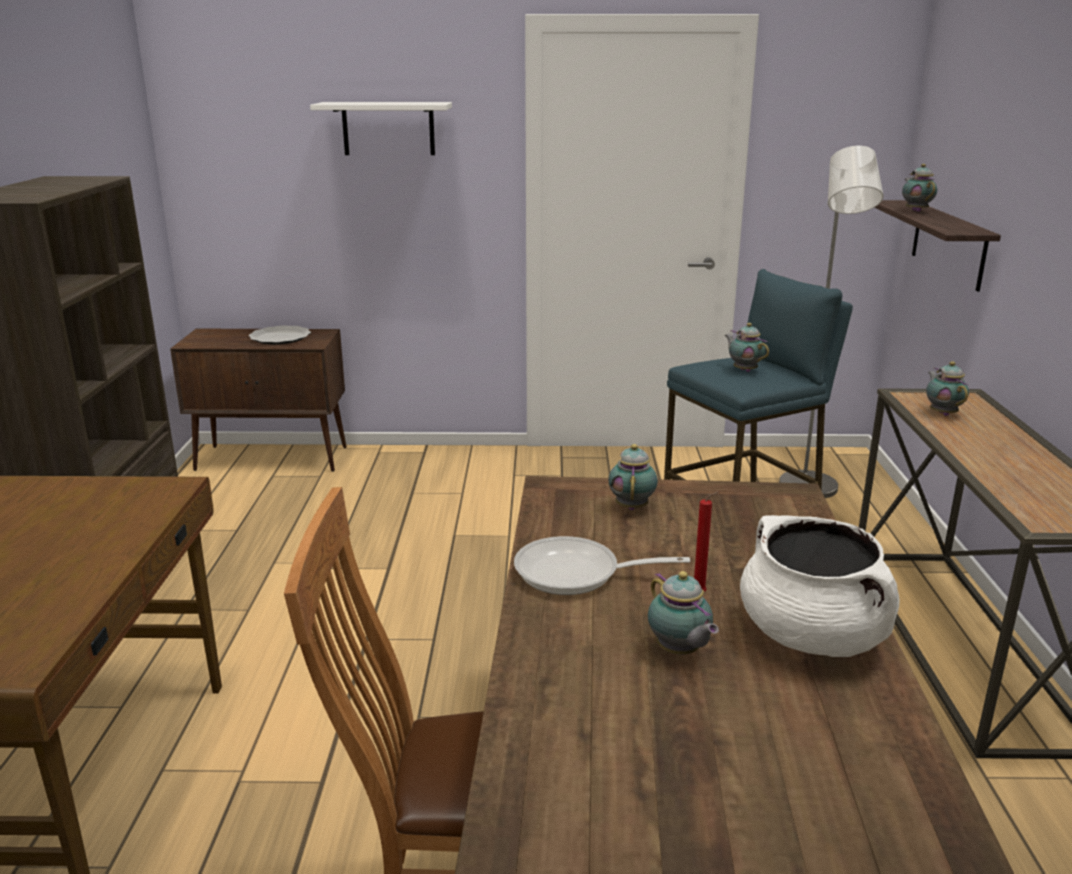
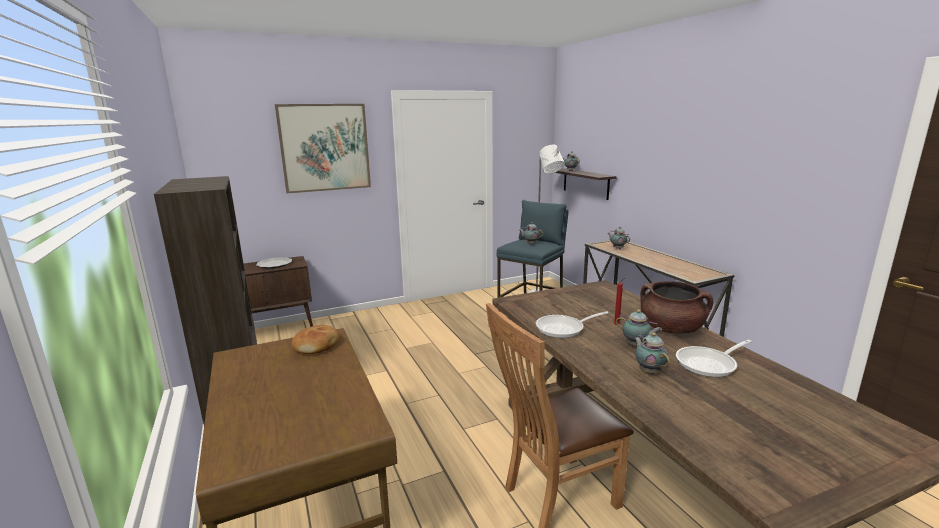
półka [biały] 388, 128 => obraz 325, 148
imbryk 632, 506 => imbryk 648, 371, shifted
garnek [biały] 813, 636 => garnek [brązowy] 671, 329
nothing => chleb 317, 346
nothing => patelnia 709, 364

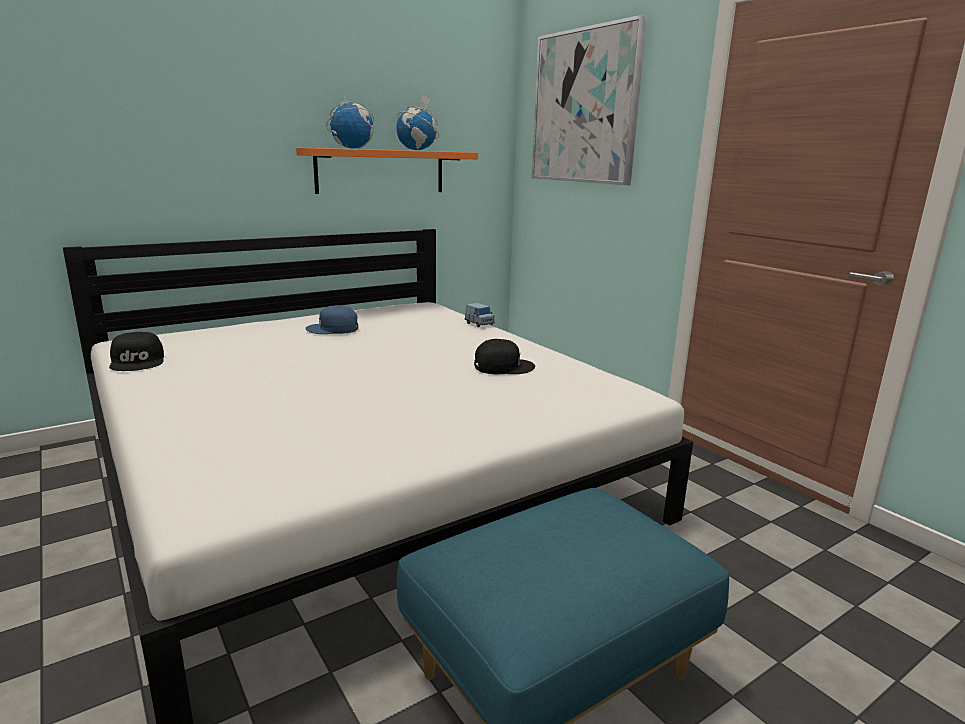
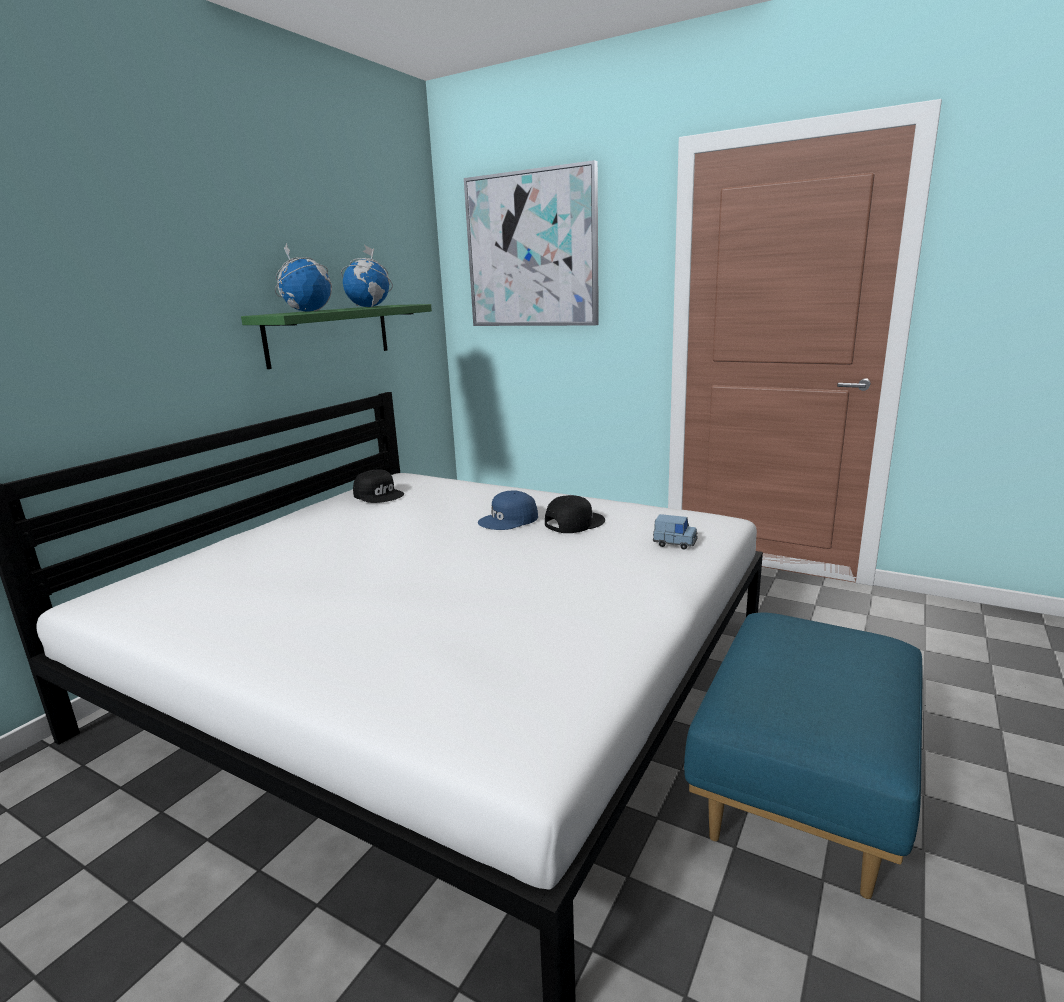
czapka z daszkiem [czarny] 138, 361 => czapka z daszkiem [czarny] 379, 495, shifted
półka [pomarańczowy] 381, 171 => półka [zielony] 329, 334
czapka z daszkiem [niebieski] 333, 329 => czapka z daszkiem [niebieski] 509, 520, shifted
samochodzik [niebieski] 479, 324 => samochodzik [niebieski] 675, 543, shifted

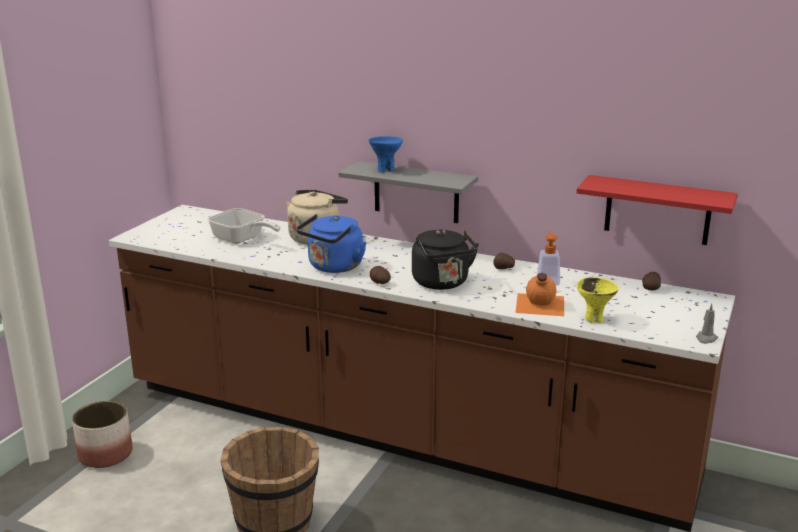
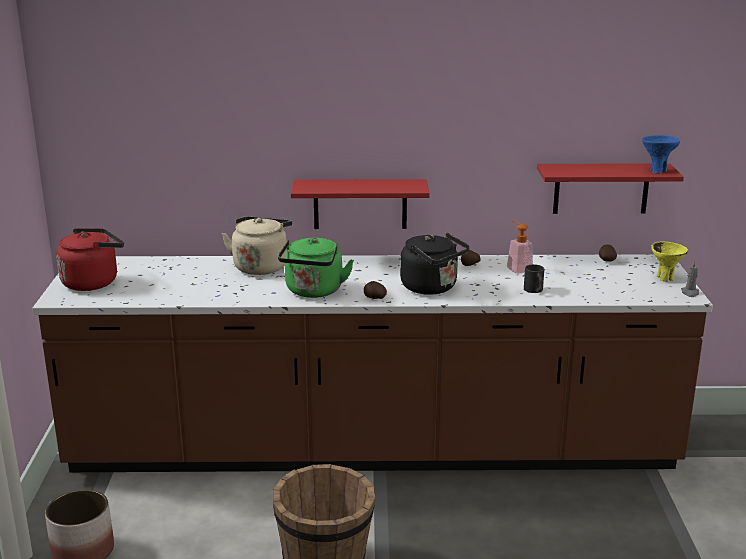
patelnia 242, 239 => nothing
czajnik [niebieski] 333, 267 => czajnik [zielony] 313, 292
półka [szary] 416, 192 => półka [czerwony] 360, 204
miska [niebieski] 385, 170 => miska [niebieski] 657, 171, shifted
butelka [pomarańczowy] 539, 304 => kubek [czarny] 535, 290
miska [żółty] 594, 318 => miska [żółty] 665, 278, shifted
nothing => czajnik [czerwony] 93, 282

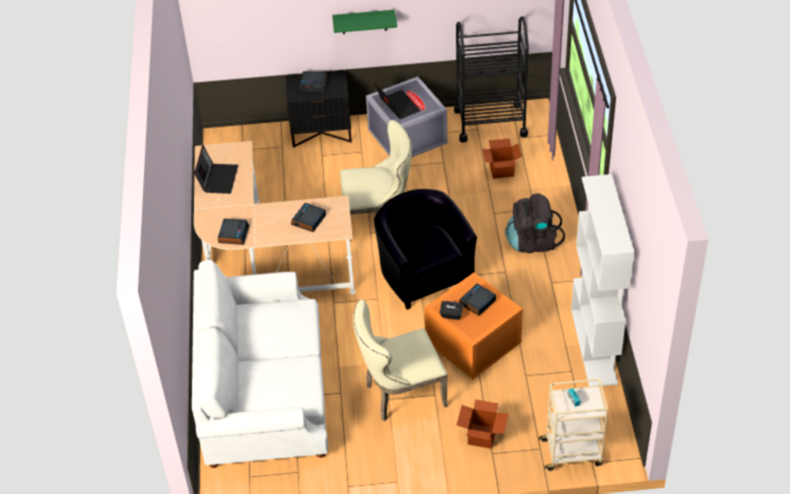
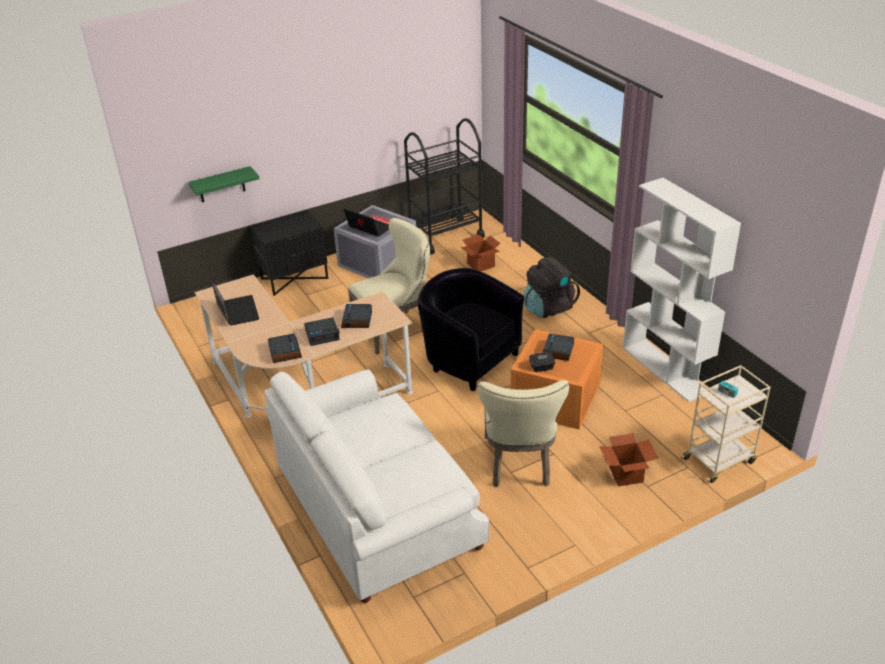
budzik 314, 84 => budzik 322, 334, shifted
półka [zielony] 364, 22 => półka [zielony] 221, 185, shifted
krzesło [beżowy] 400, 395 => krzesło [beżowy] 519, 464, 45 degrees counterclockwise

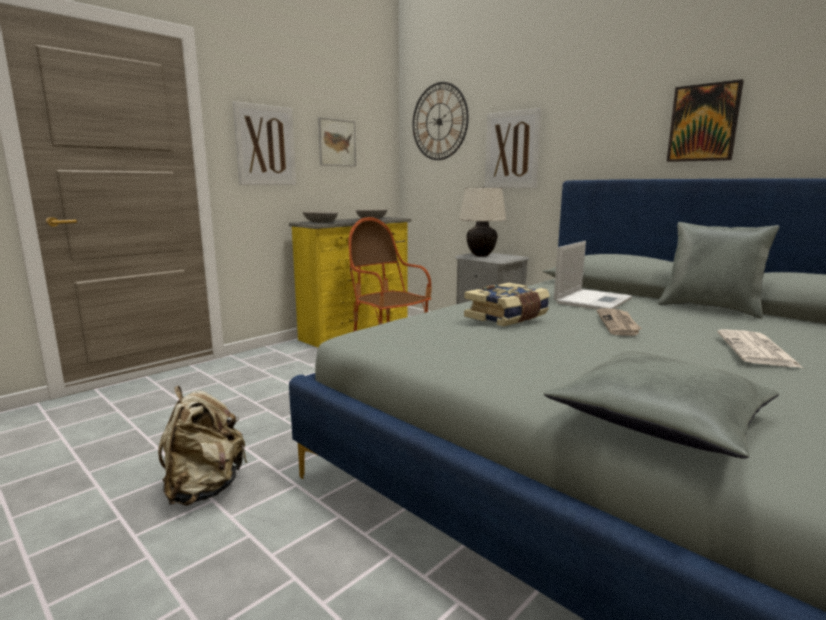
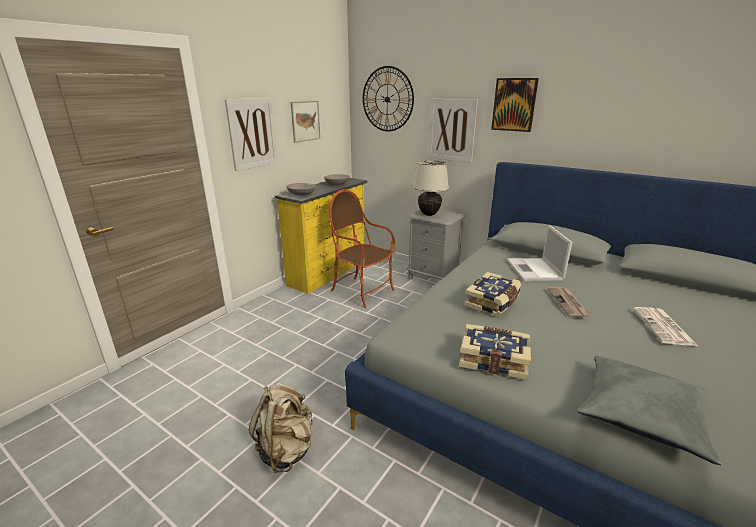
laptop 593, 300 => laptop 535, 270, 150 degrees clockwise
poduszka [szary] 710, 309 => nothing
obraz 703, 123 => obraz 514, 104, shifted
nothing => książka 493, 359

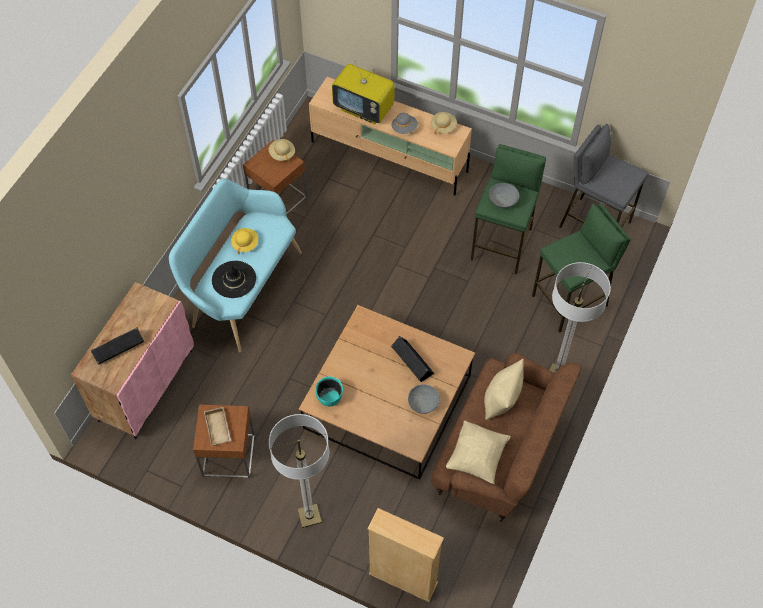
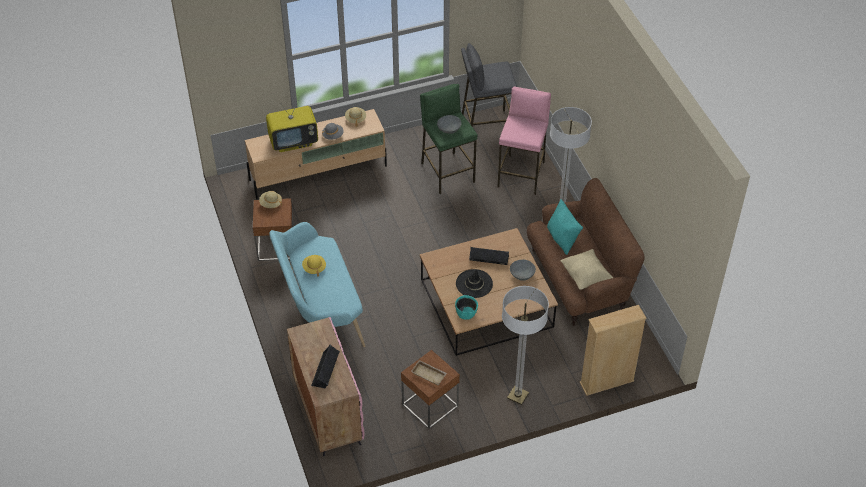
kapelusz [czarny] 234, 279 => kapelusz [czarny] 474, 284, shifted
poduszka [beżowy] 501, 400 => poduszka [turkusowy] 562, 239
stołek [zielony] 570, 301 => stołek [różowy] 522, 174

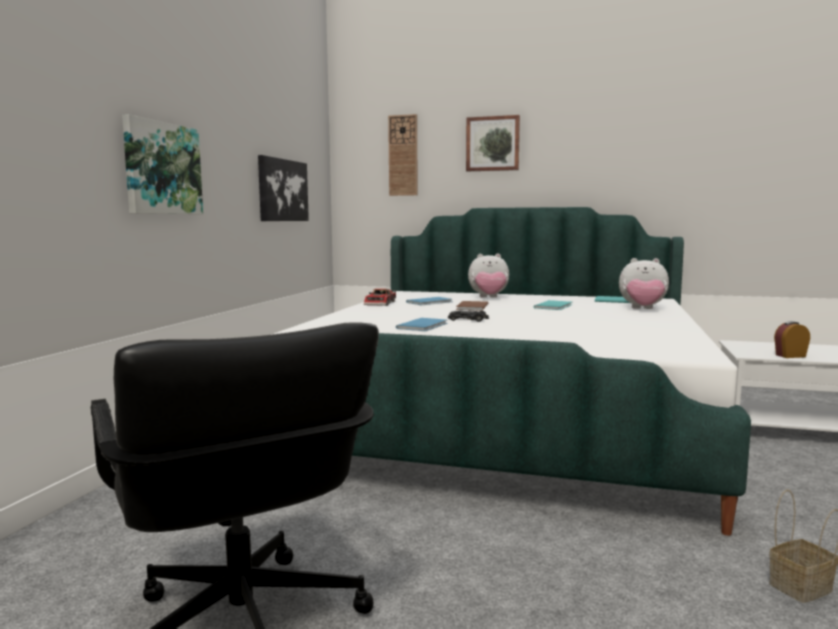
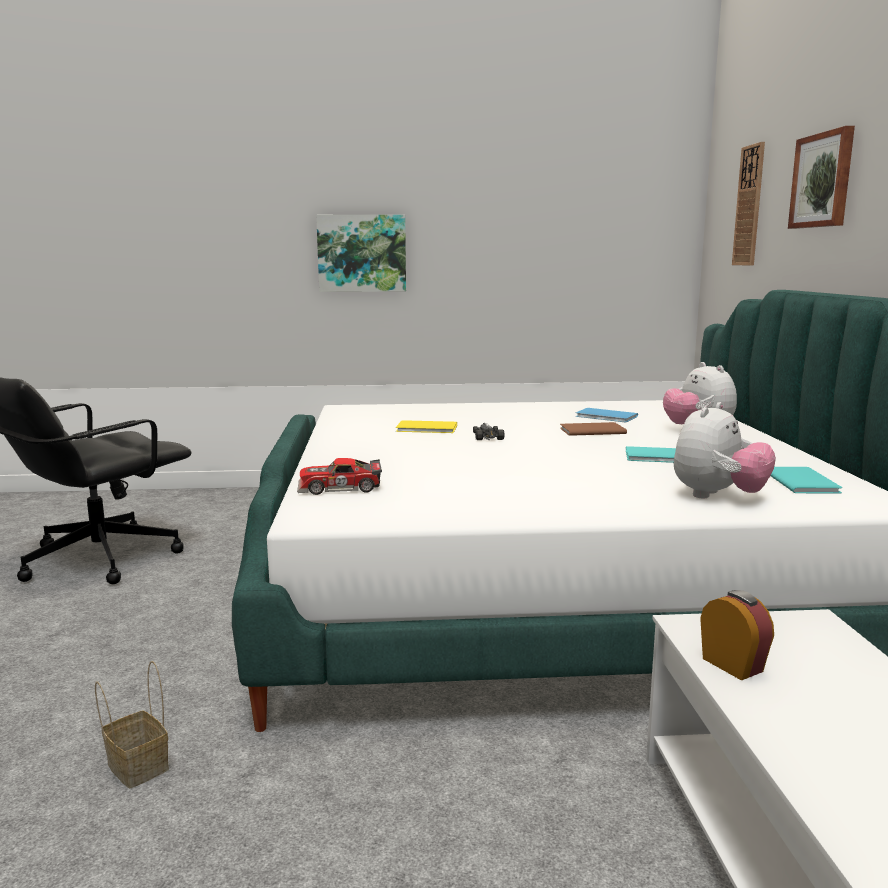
obraz 282, 190 => nothing
samochodzik 381, 303 => samochodzik 340, 488, shifted
książka [niebieski] 424, 326 => książka [żółty] 428, 428
pluszak 642, 309 => pluszak 717, 496, 135 degrees counterclockwise

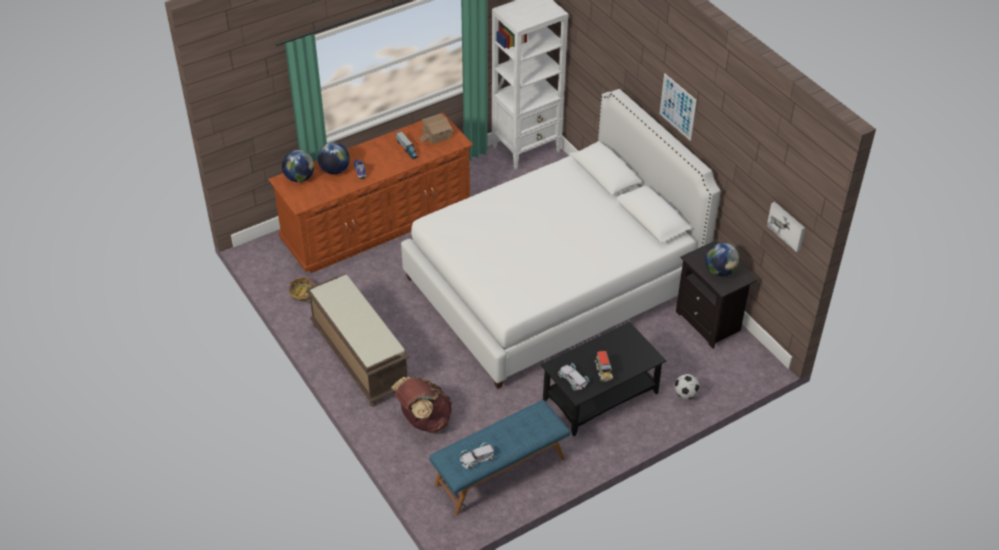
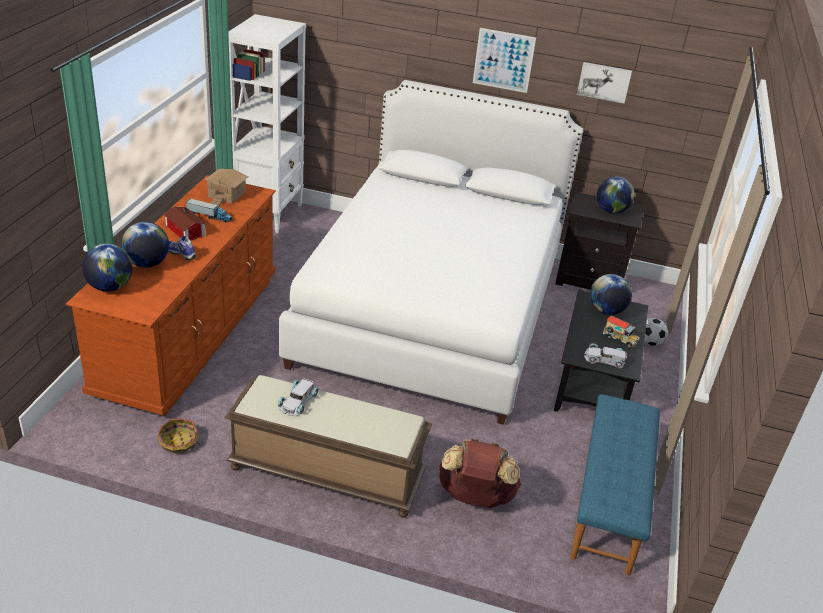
samochodzik [biały] 476, 457 => samochodzik [biały] 297, 401, shifted
obraz 787, 226 => obraz 604, 82, shifted
nothing => domek 185, 231
nothing => globus 606, 311

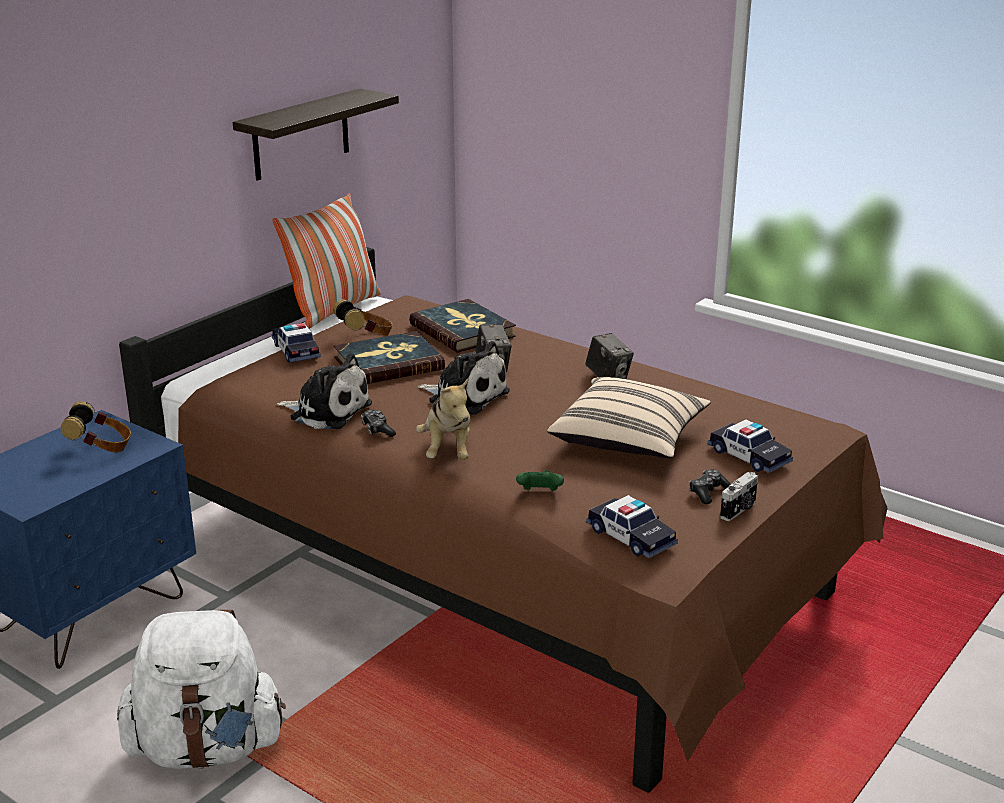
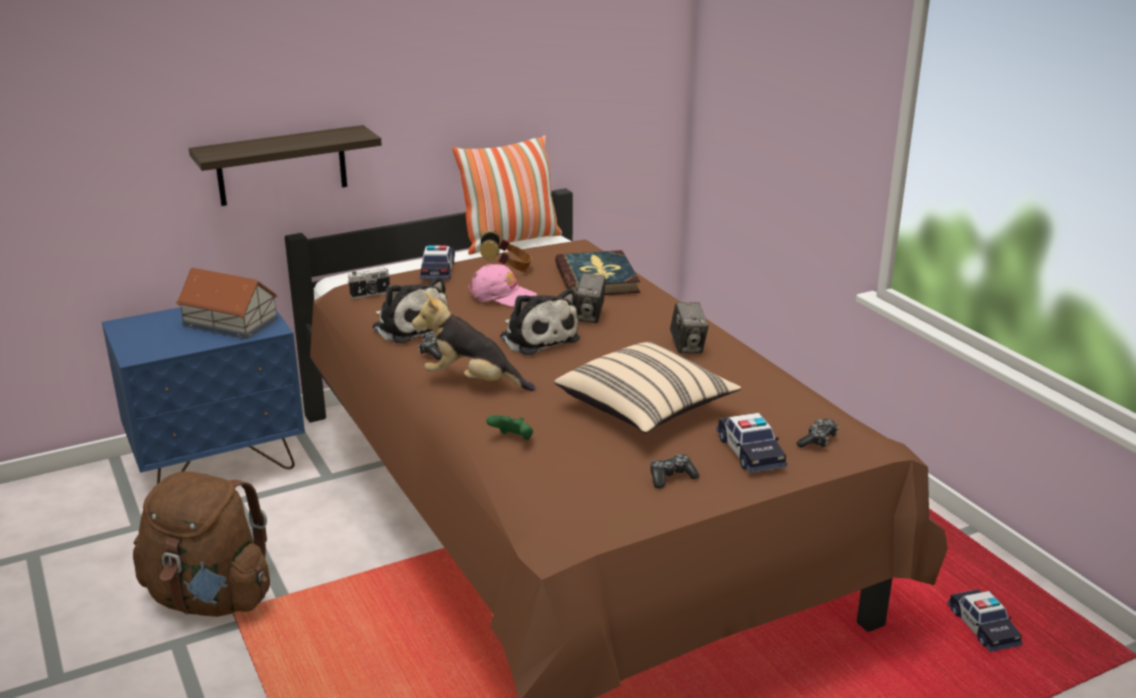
słuchawki 101, 448 => domek 231, 323
plecak [biały] 206, 748 => plecak [brązowy] 210, 599
półka 301, 135 => półka 282, 166, shifted
książka 388, 363 => czapka z daszkiem [różowy] 502, 295
pluszak 448, 450 => pluszak 472, 382, 90 degrees clockwise
samochodzik 630, 537 => samochodzik 982, 627, shifted
aparat fotograficzny 739, 510 => aparat fotograficzny 370, 294, shifted
nothing => pad do gier 818, 440

